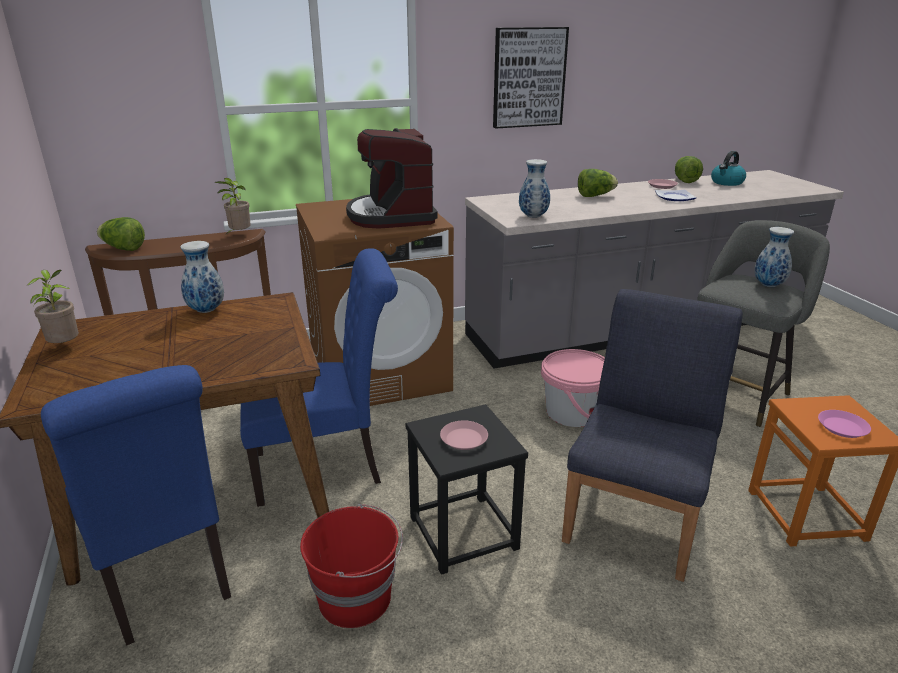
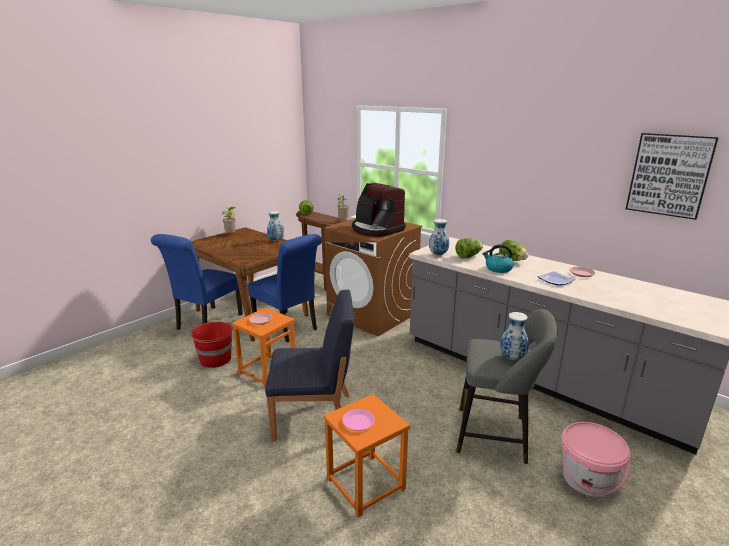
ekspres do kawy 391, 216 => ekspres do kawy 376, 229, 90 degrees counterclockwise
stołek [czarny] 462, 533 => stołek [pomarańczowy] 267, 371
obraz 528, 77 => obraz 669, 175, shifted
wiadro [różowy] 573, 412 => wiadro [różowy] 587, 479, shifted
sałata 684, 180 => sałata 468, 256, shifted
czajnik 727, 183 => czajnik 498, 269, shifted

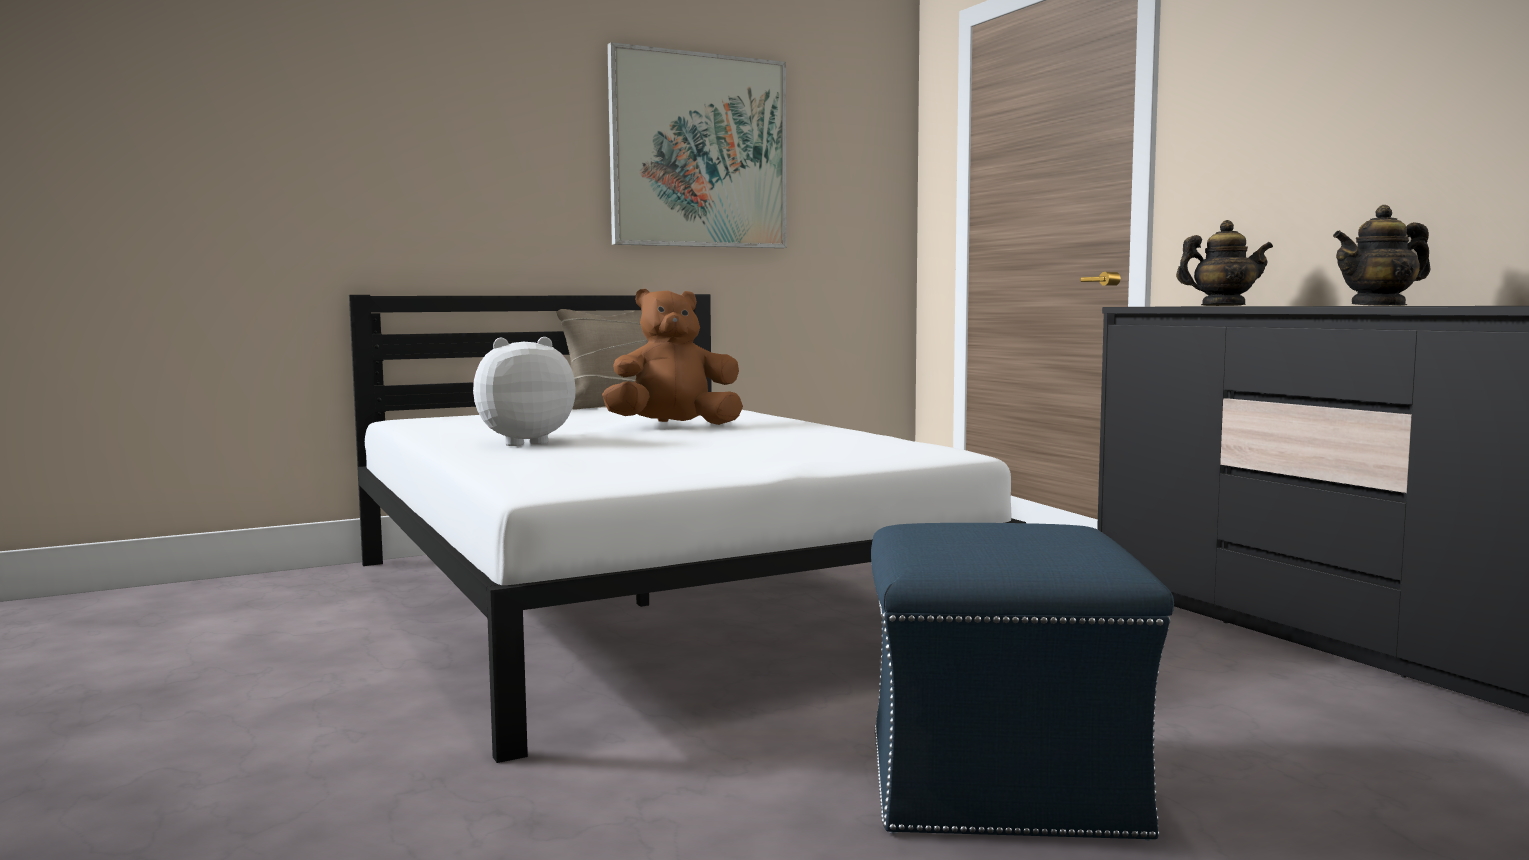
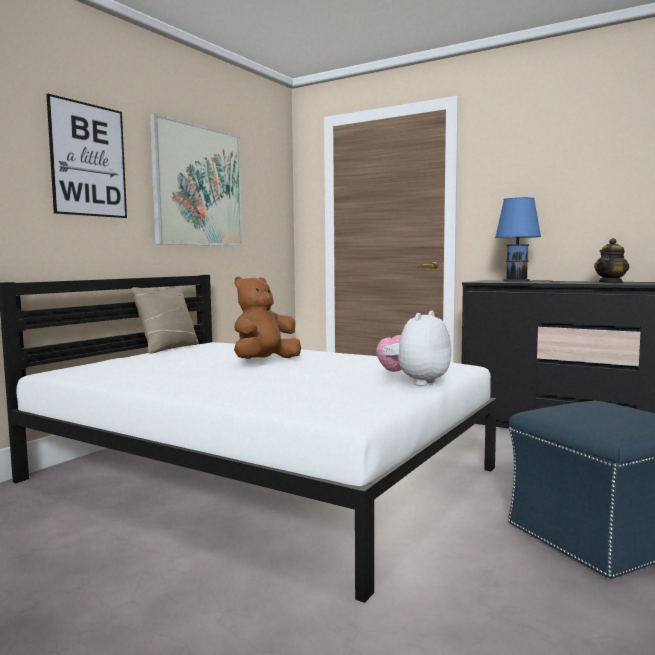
pluszak 523, 442 => pluszak 415, 382, shifted
imbryk 1222, 305 => lampa stołowa [niebieski] 520, 281
nothing => obraz 88, 160

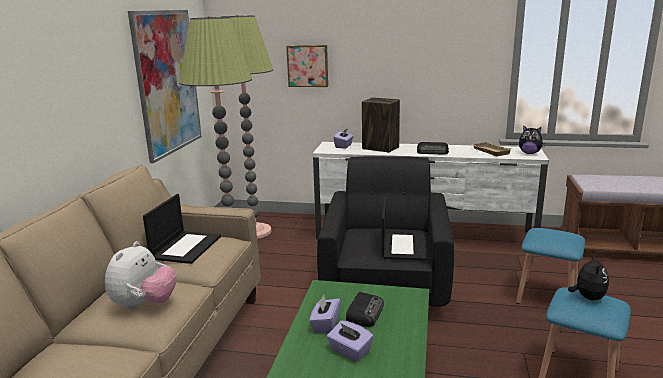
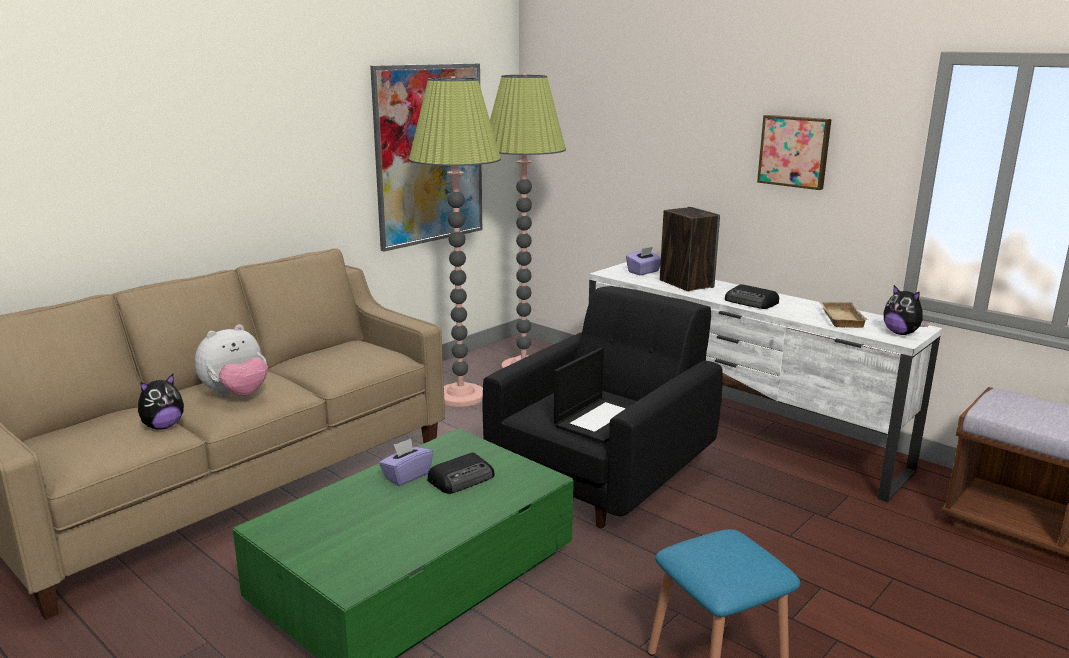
laptop 186, 247 => nothing
obraz 308, 66 => obraz 794, 151, shifted
pudełko chusteczek [fioletowy] 349, 351 => nothing
stołek [niebieski] 546, 297 => nothing
pluszak 587, 297 => pluszak 163, 426, shifted

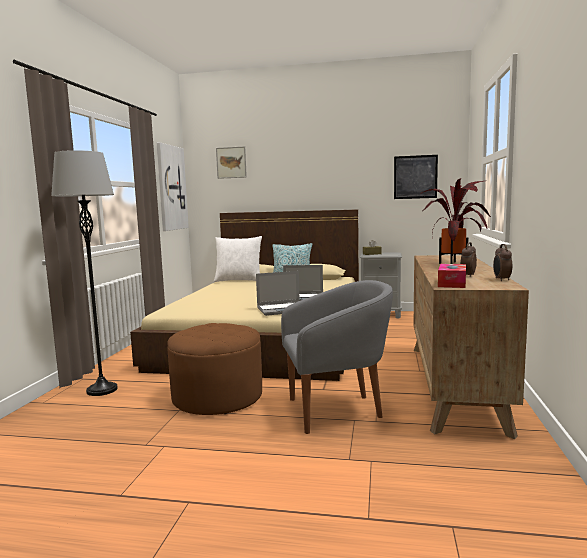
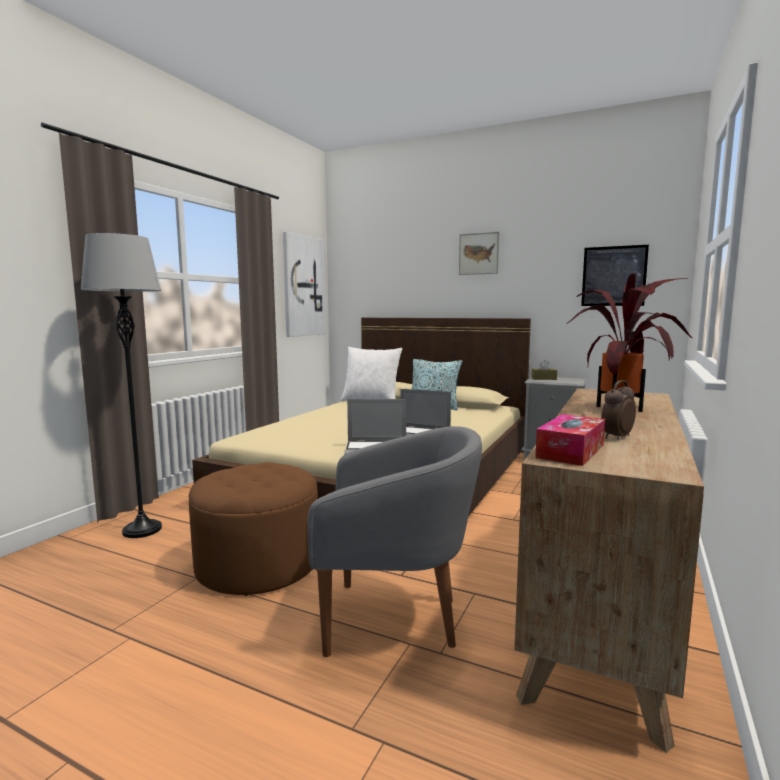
obraz 231, 162 => obraz 478, 253, shifted
budzik 501, 279 => nothing

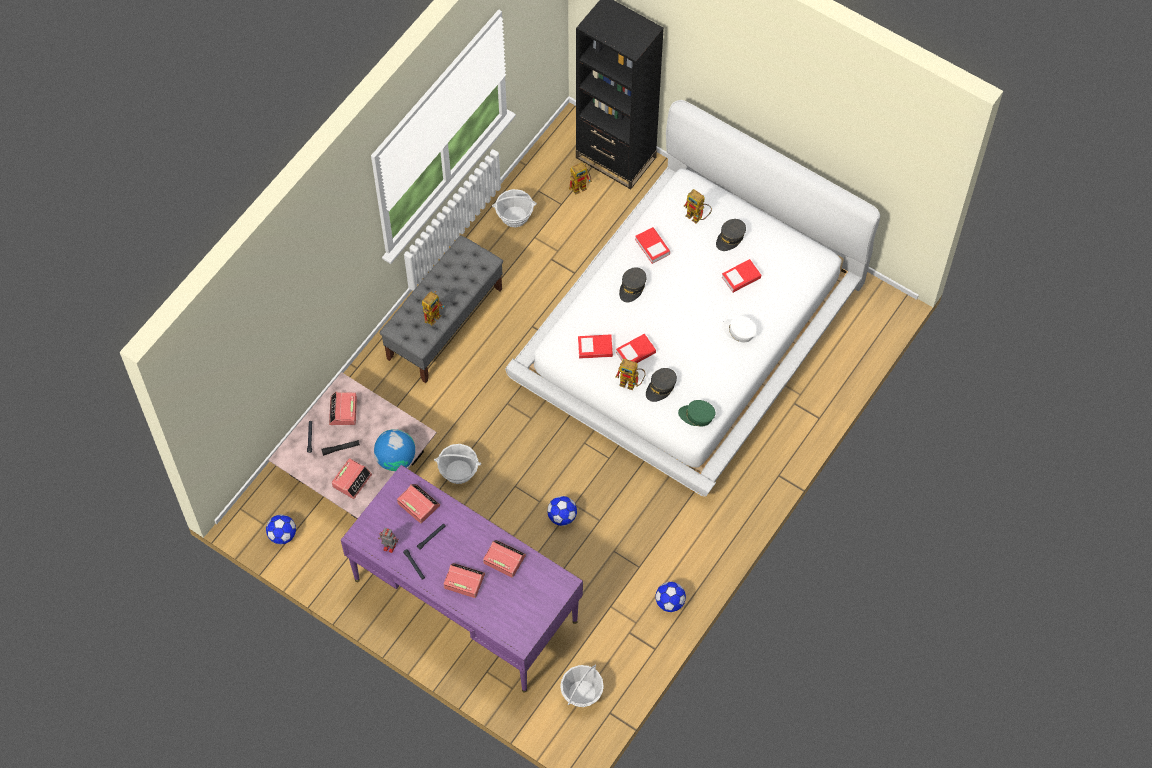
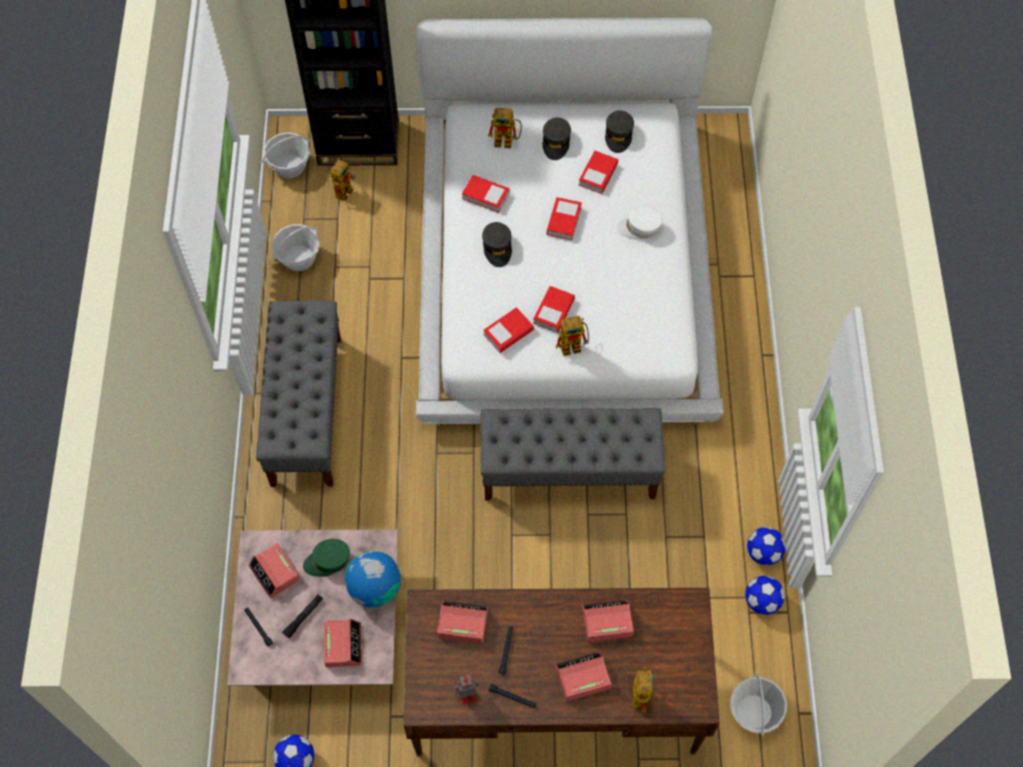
biurko [fioletowy] 465, 600 => biurko [brązowy] 555, 695
robot zabawkowy 433, 314 => robot zabawkowy 637, 692, shifted
koszyk 458, 472 => koszyk 289, 166, shifted
piłka futbolowa 562, 516 => piłka futbolowa 761, 601, shifted
czapka z daszkiem [szary] 661, 387 => czapka z daszkiem [szary] 618, 135, shifted
czapka z daszkiem [zielony] 697, 416 => czapka z daszkiem [zielony] 328, 561, shifted
nothing => ławka [szary] 570, 471
nothing => książka 564, 221

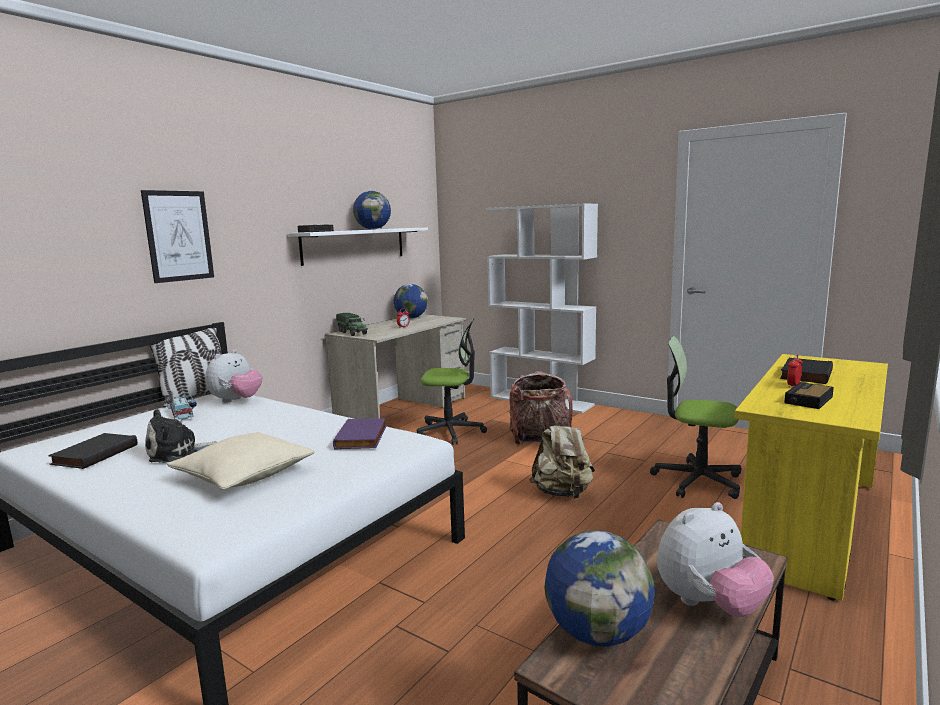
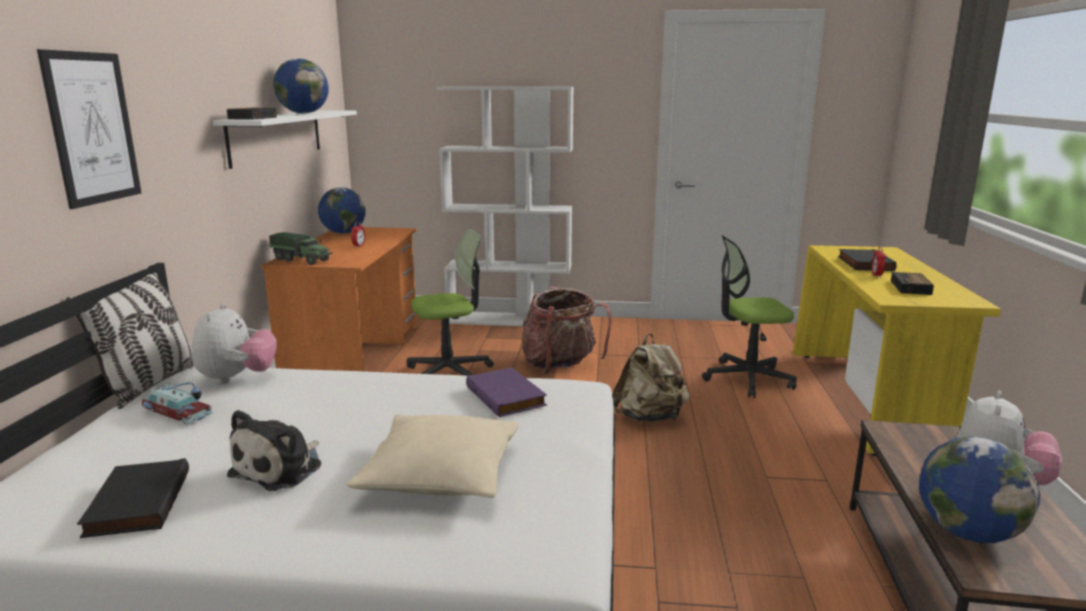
biurko [beżowy] 403, 410 => biurko [pomarańczowy] 355, 355

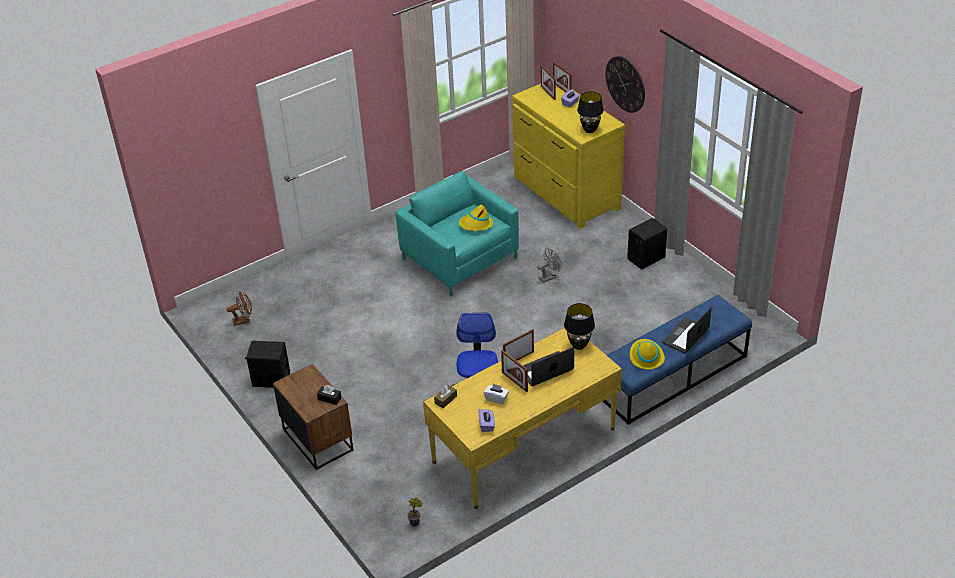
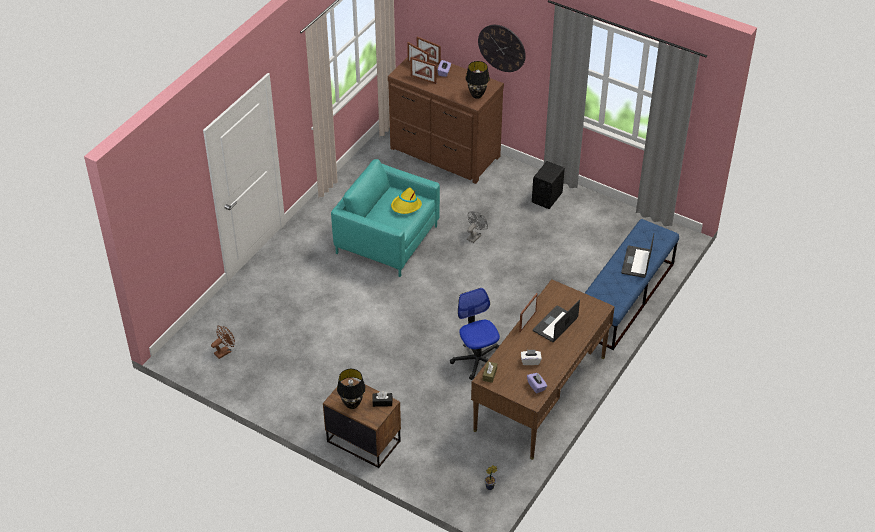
głośnik [czarny] 271, 379 => nothing
biurko [żółty] 524, 445 => biurko [brązowy] 540, 393
ramka na zdjęcie 514, 381 => ramka na zdjęcie 423, 79, shifted
komoda [żółty] 565, 194 => komoda [brązowy] 444, 153
lampa stołowa [czarny] 579, 345 => lampa stołowa [czarny] 352, 405, shifted
kapelusz [żółty] 646, 357 => nothing

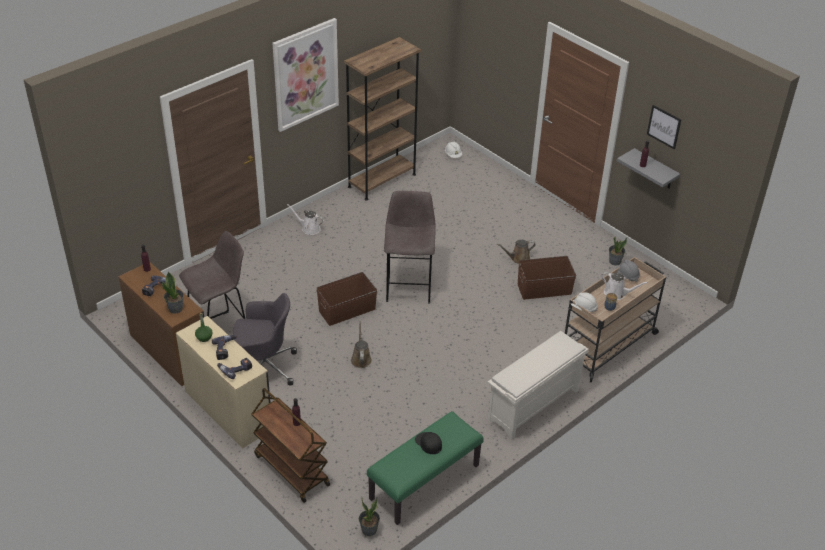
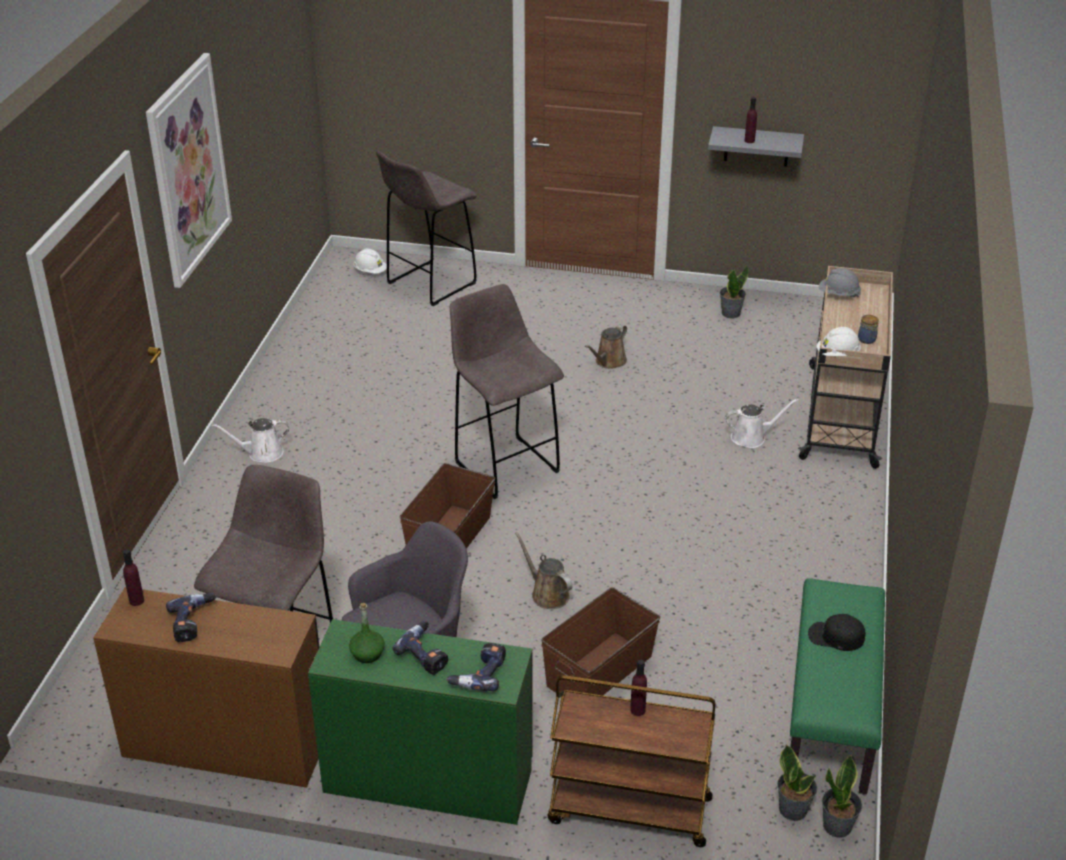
roślina doniczkowa 176, 308 => roślina doniczkowa 793, 809, shifted
biurko [beżowy] 229, 410 => biurko [zielony] 428, 778
regał [brązowy] 382, 180 => nothing
regał na buty [biały] 533, 406 => nothing
pojemnik do przechowywania [brązowy] 544, 289 => pojemnik do przechowywania [brązowy] 598, 670, shifted
konewka [biały] 616, 293 => konewka [biały] 751, 437, shifted
obraz 664, 126 => nothing
nothing => stołek [szary] 429, 284

